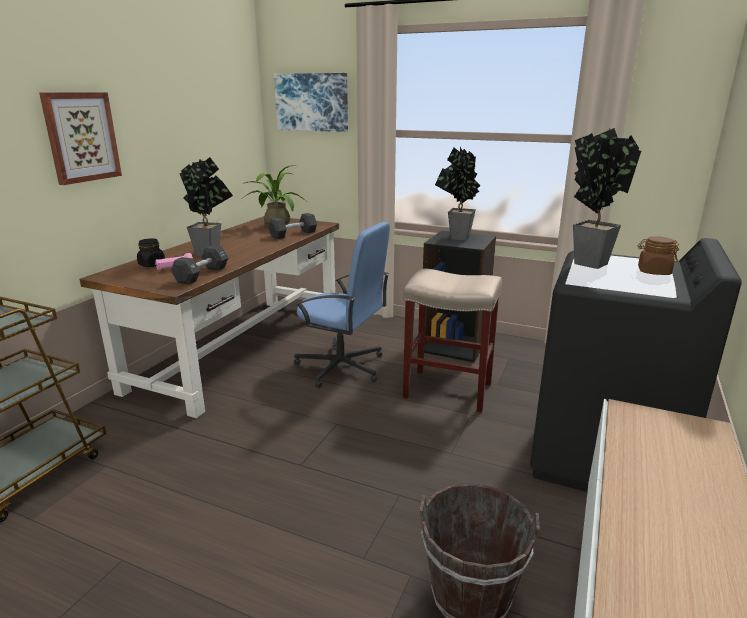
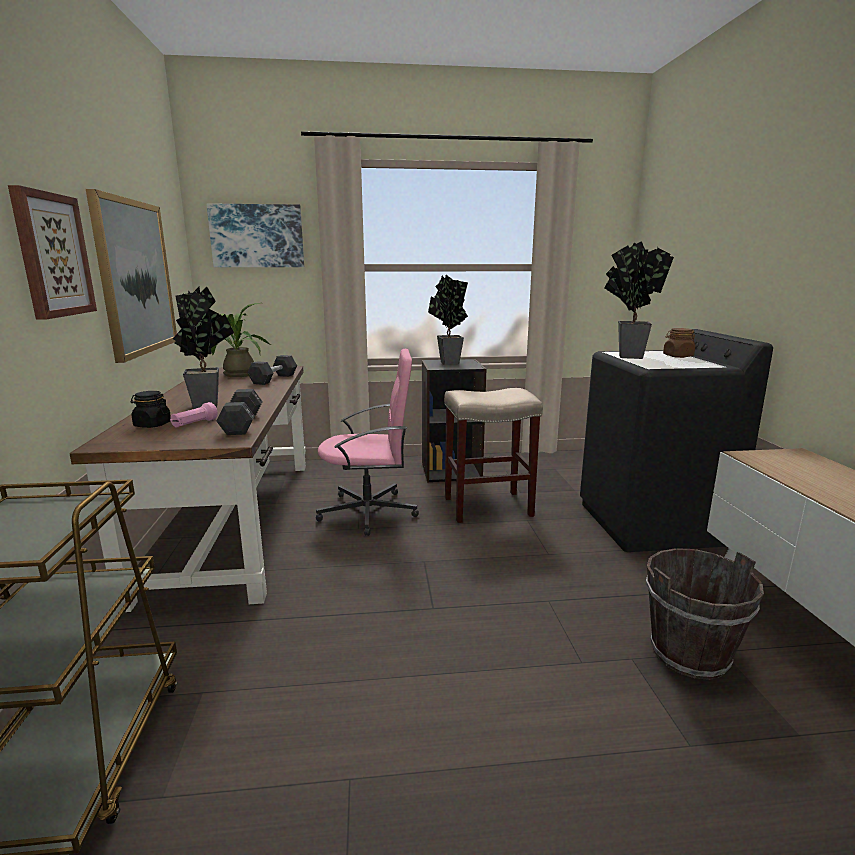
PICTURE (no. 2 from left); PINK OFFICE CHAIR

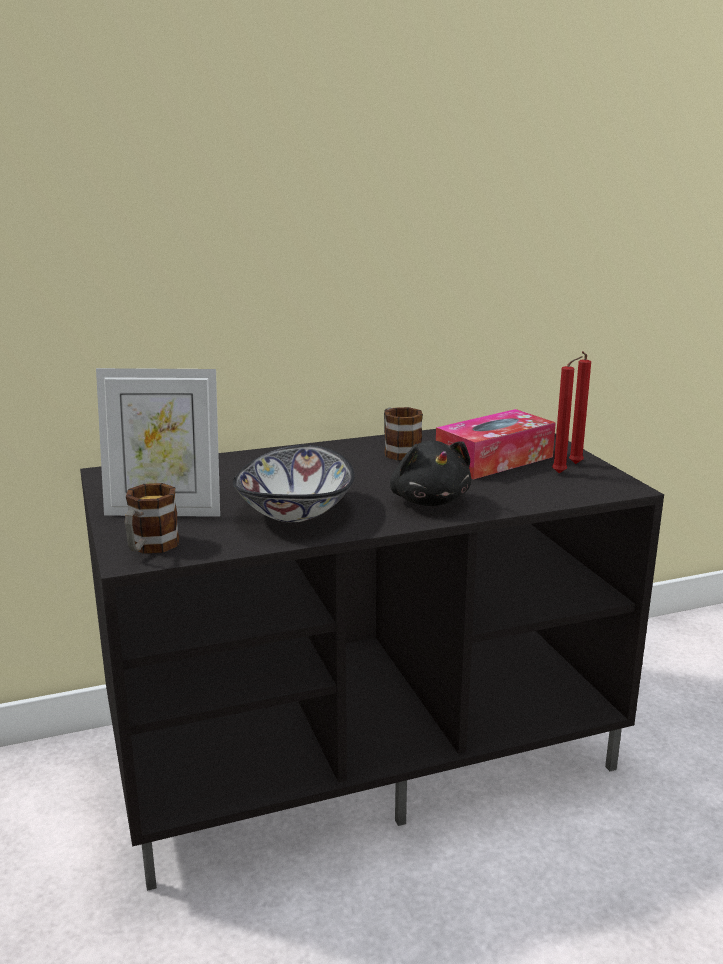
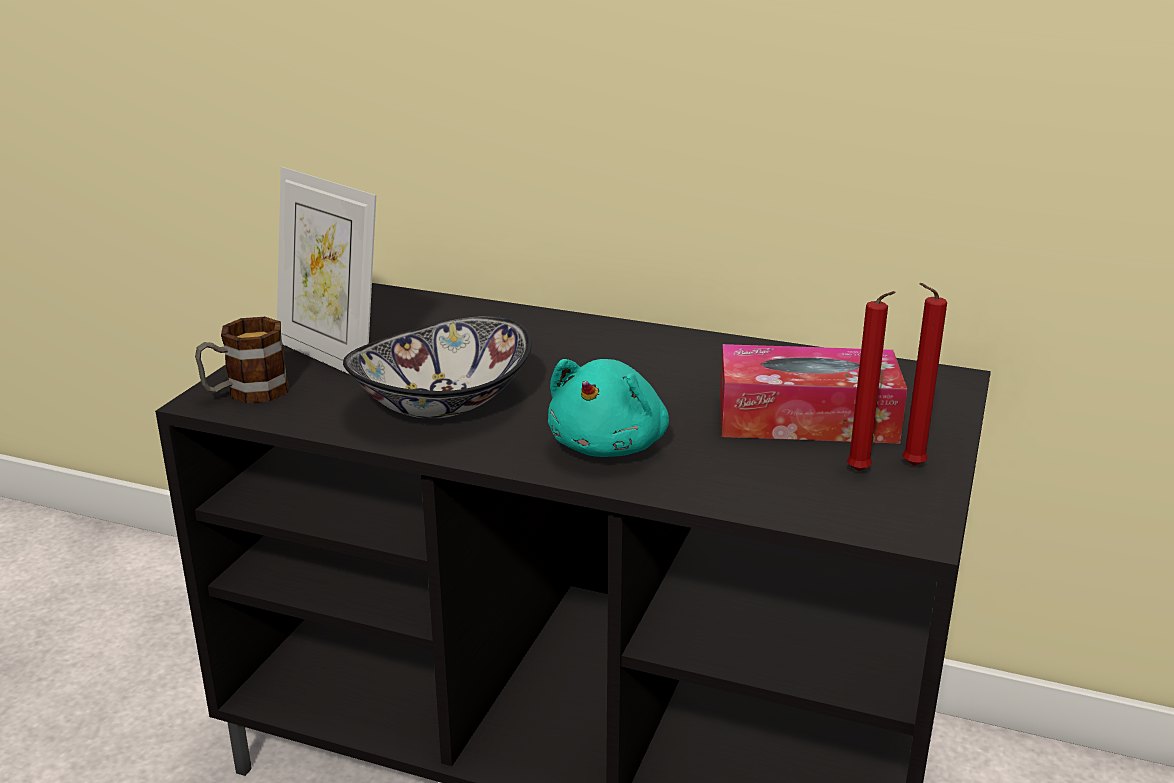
MUG (no. 2 from left in the first image); TURQUOISE PLUSH TOY

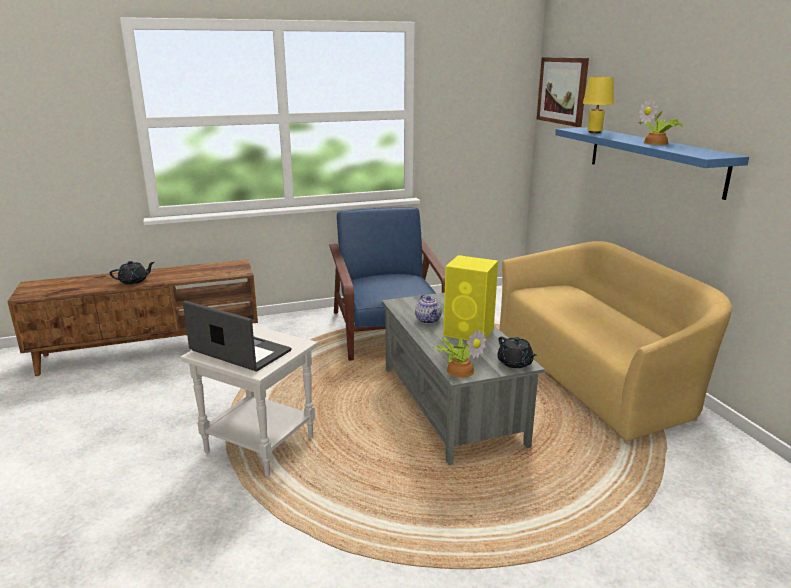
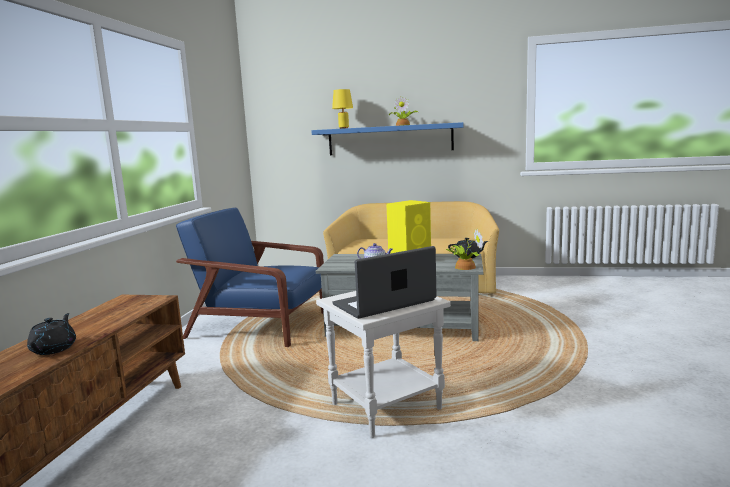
PICTURE

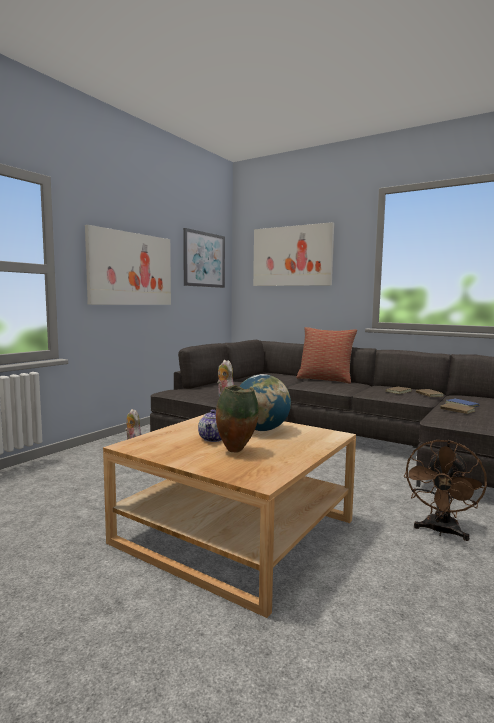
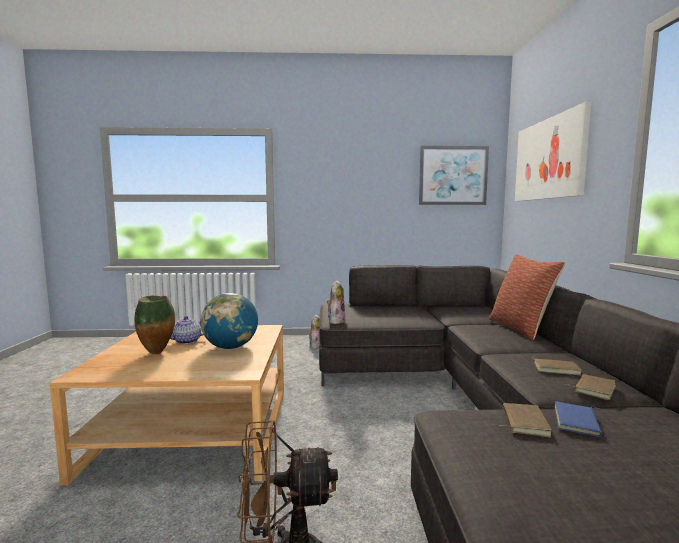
PICTURE (no. 1 from left in the first image)

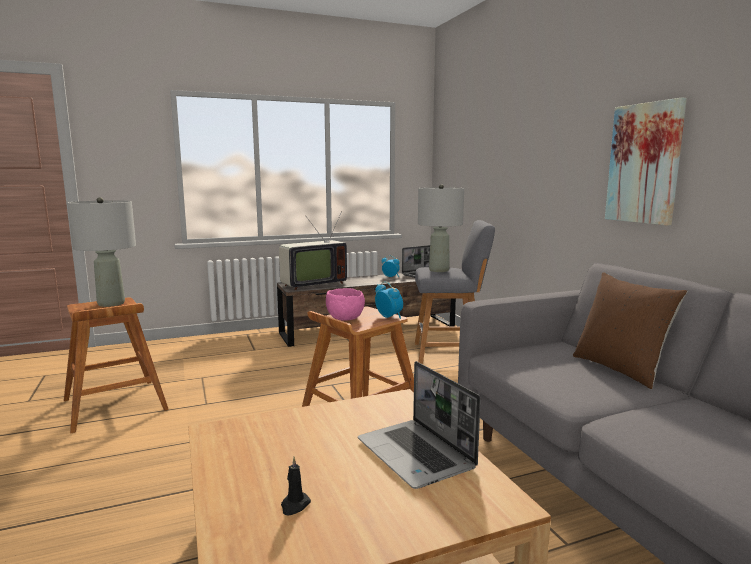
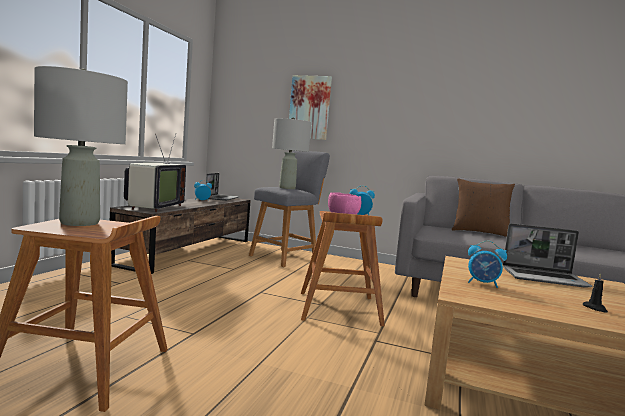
ALARM CLOCK (no. 3 from left); PICTURE

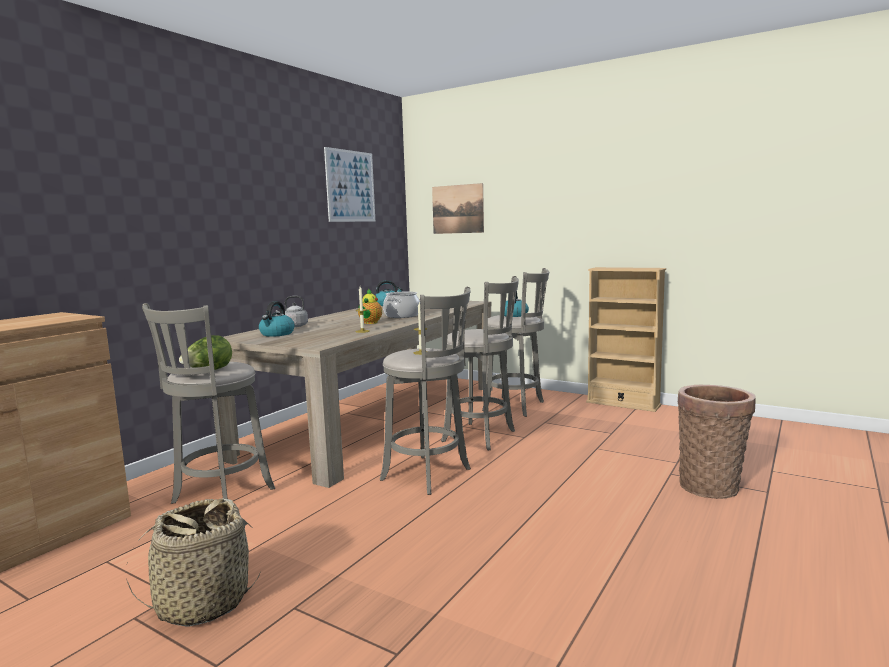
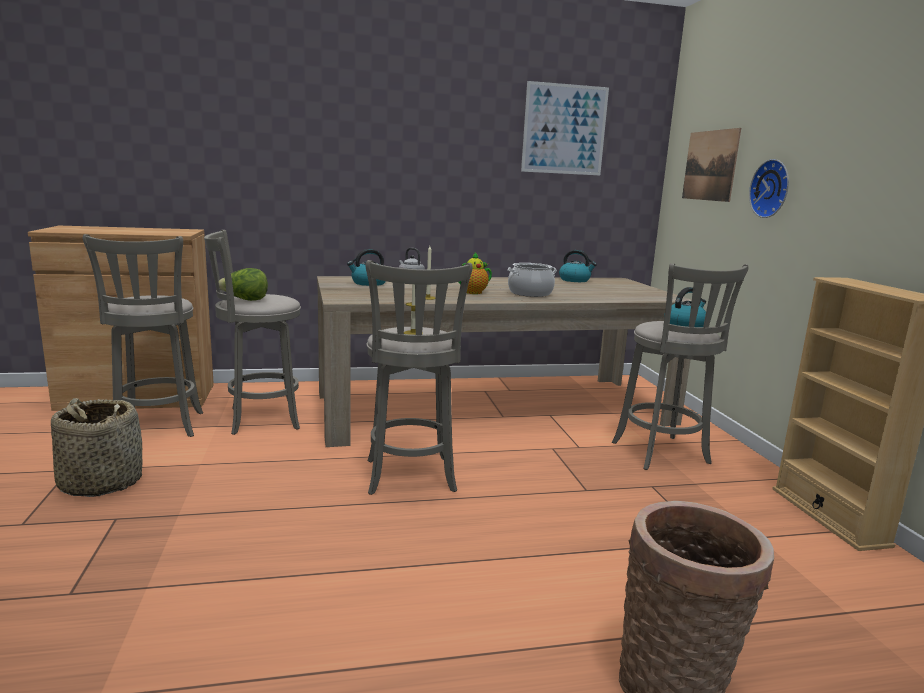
WALL CLOCK; GREY STOOL (no. 1 from left)

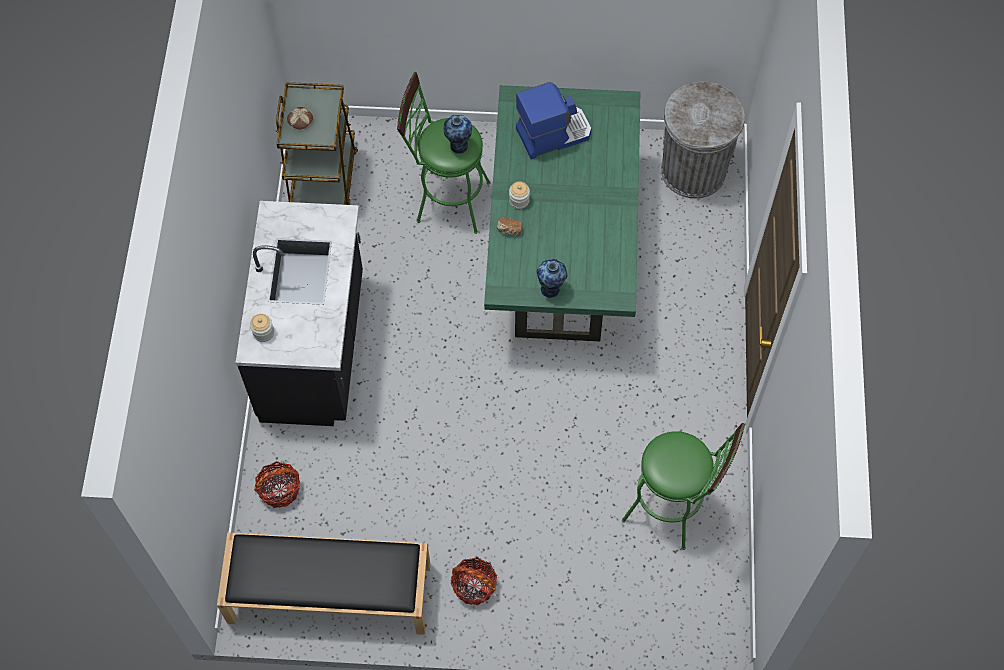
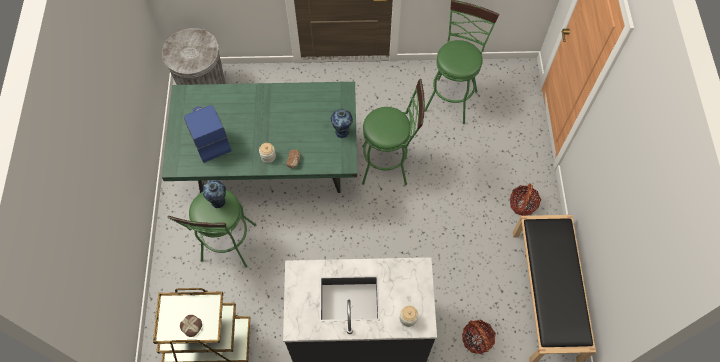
GREEN STOOL (no. 2 from left)

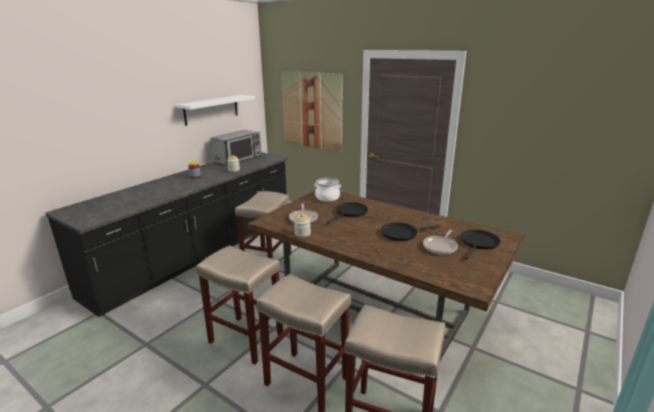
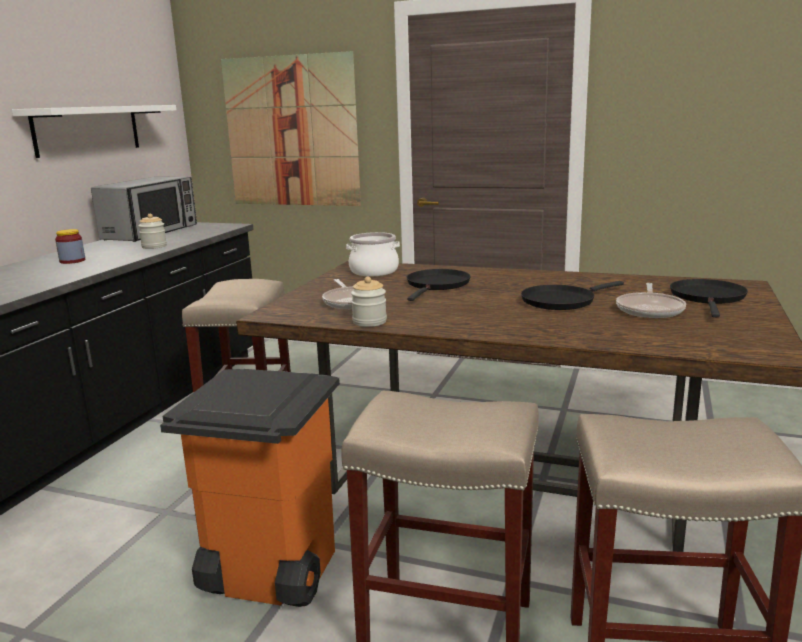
ORANGE TRASH CAN

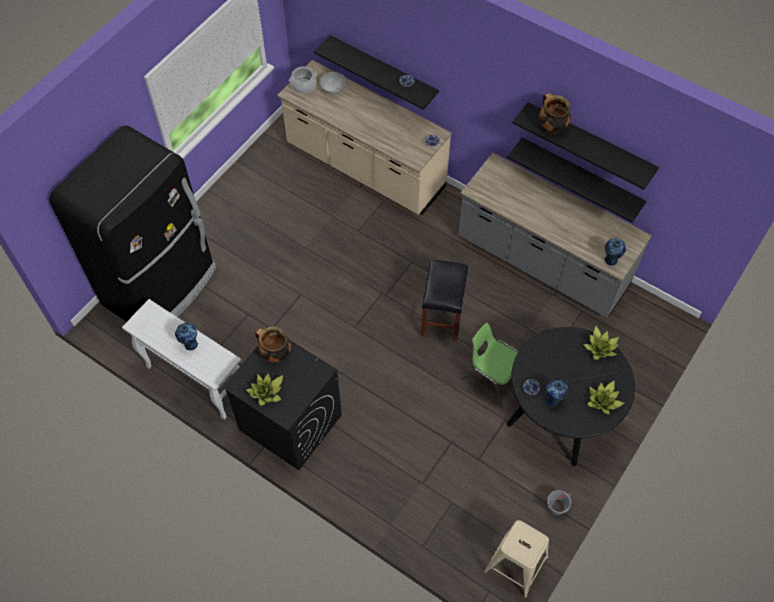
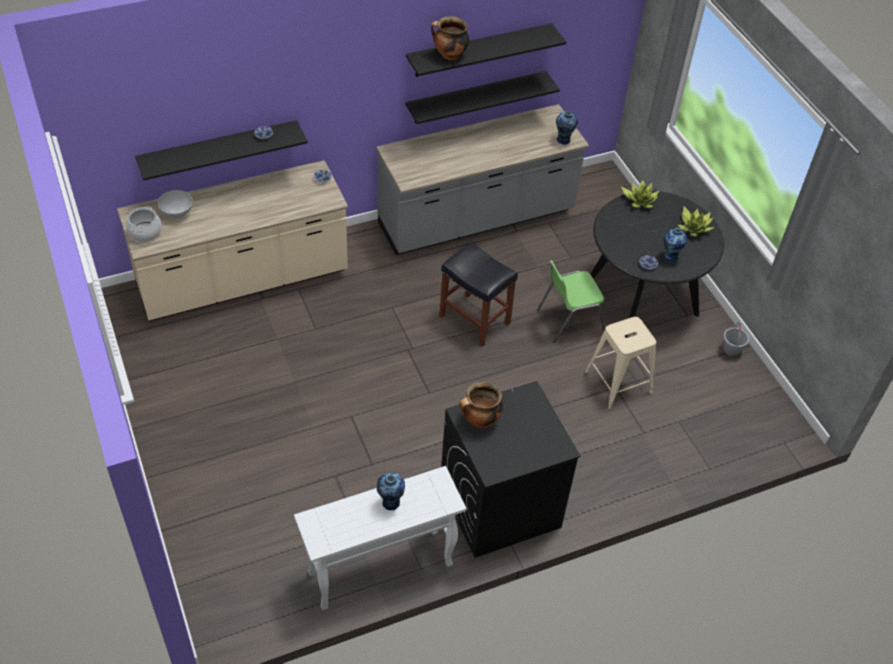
BLACK FRIDGE; POTTED PLANT (no. 1 from left in the first image); BEIGE STOOL

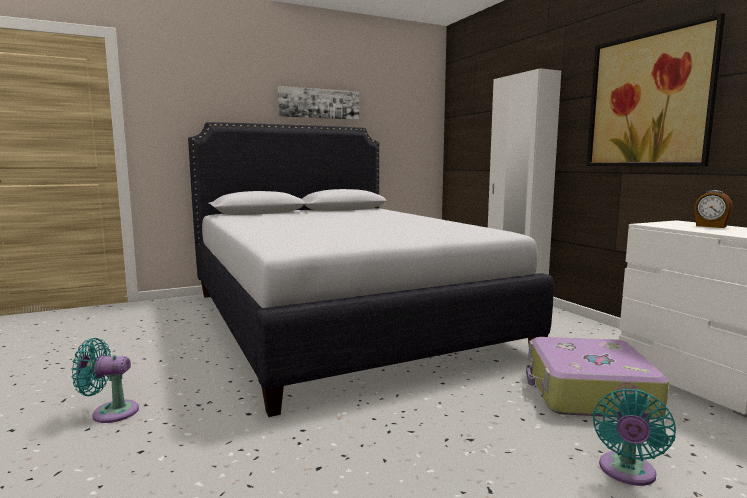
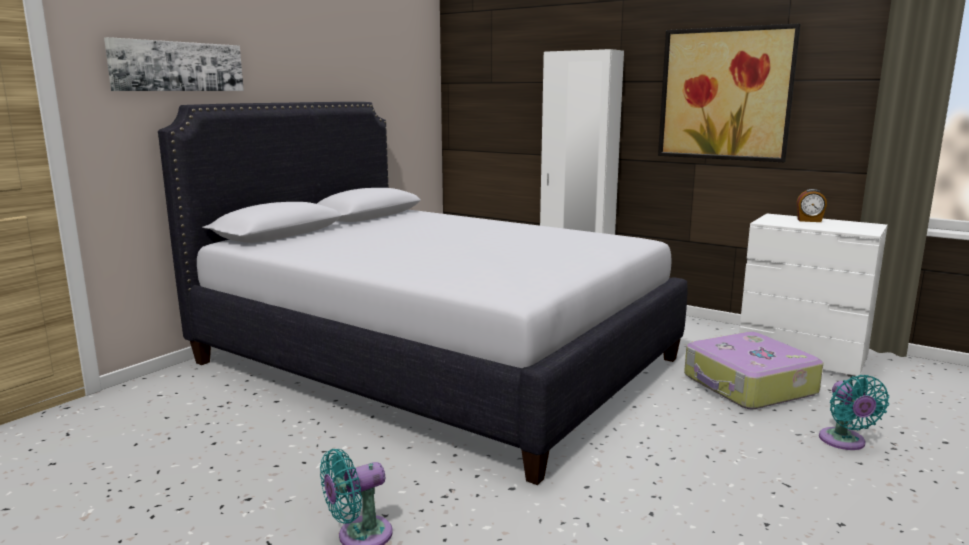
PICTURE (no. 1 from left)

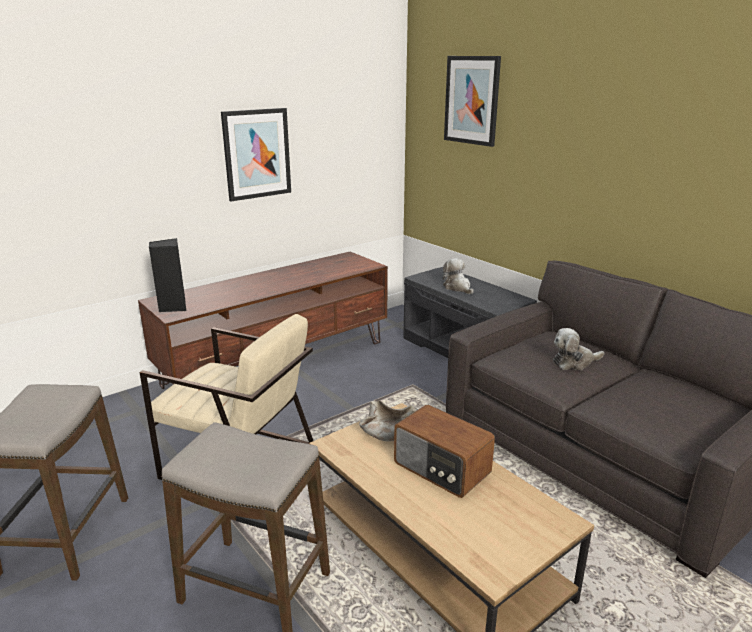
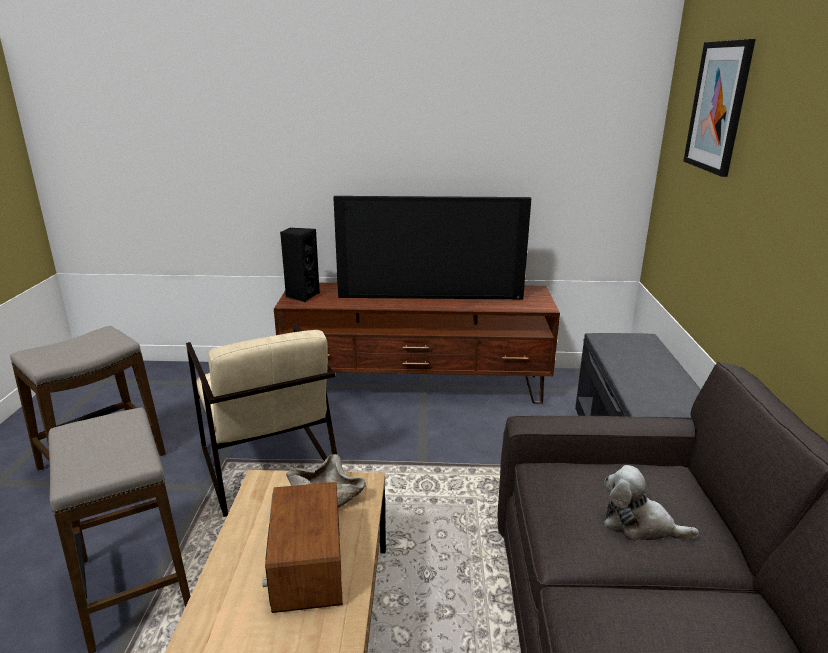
PICTURE (no. 1 from left in the first image); PLUSH TOY (no. 1 from left in the first image); TELEVISION

